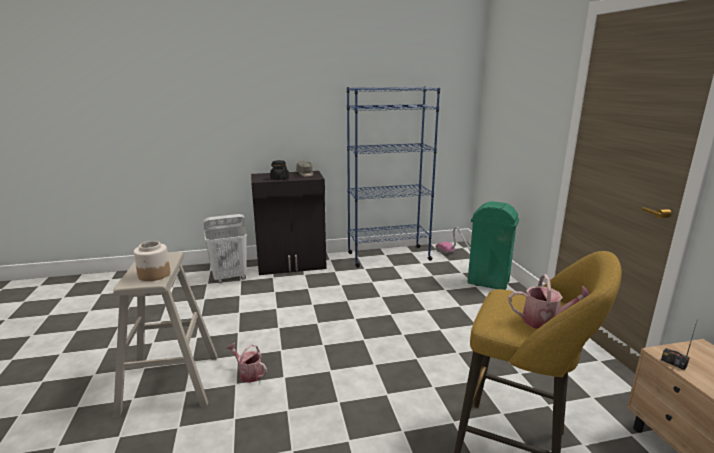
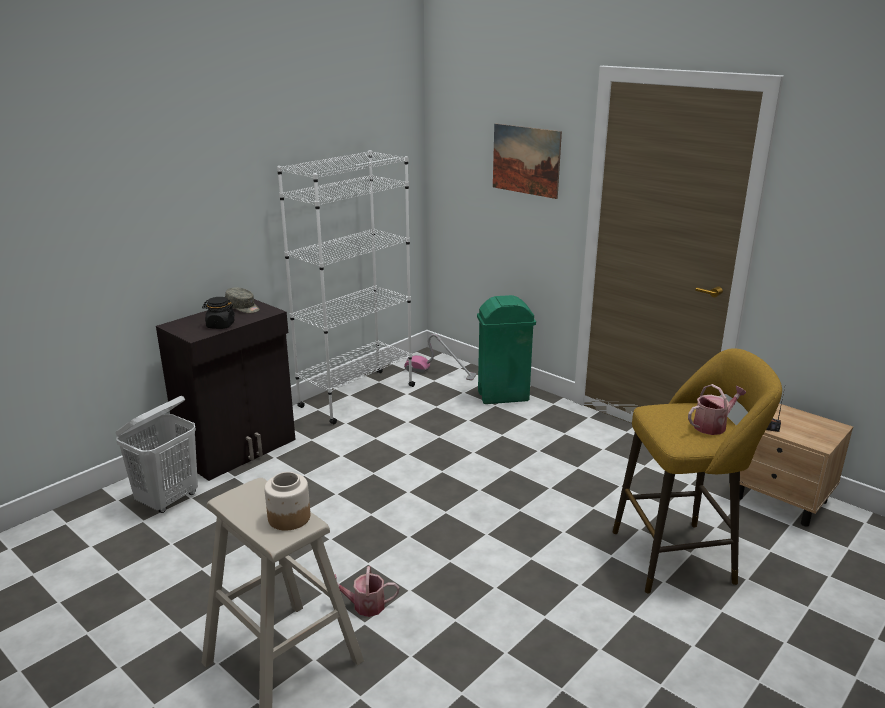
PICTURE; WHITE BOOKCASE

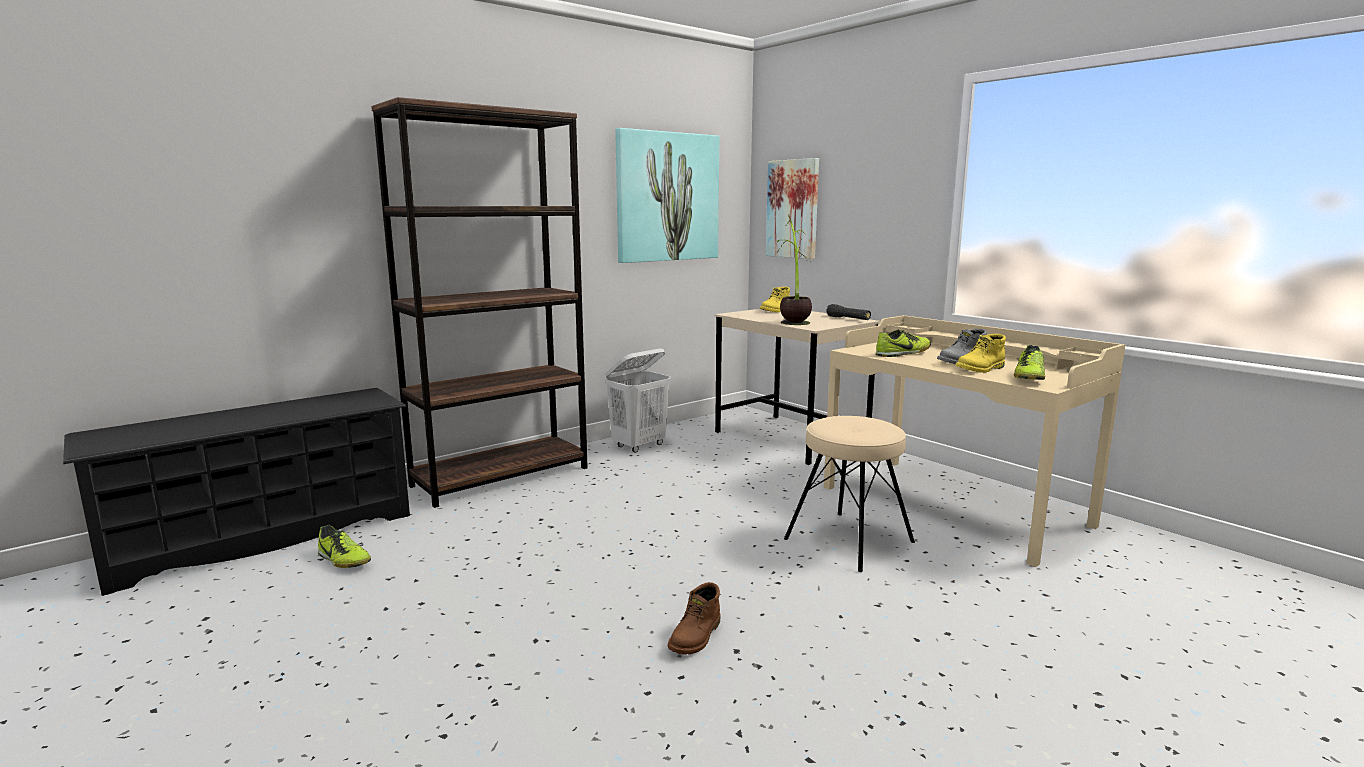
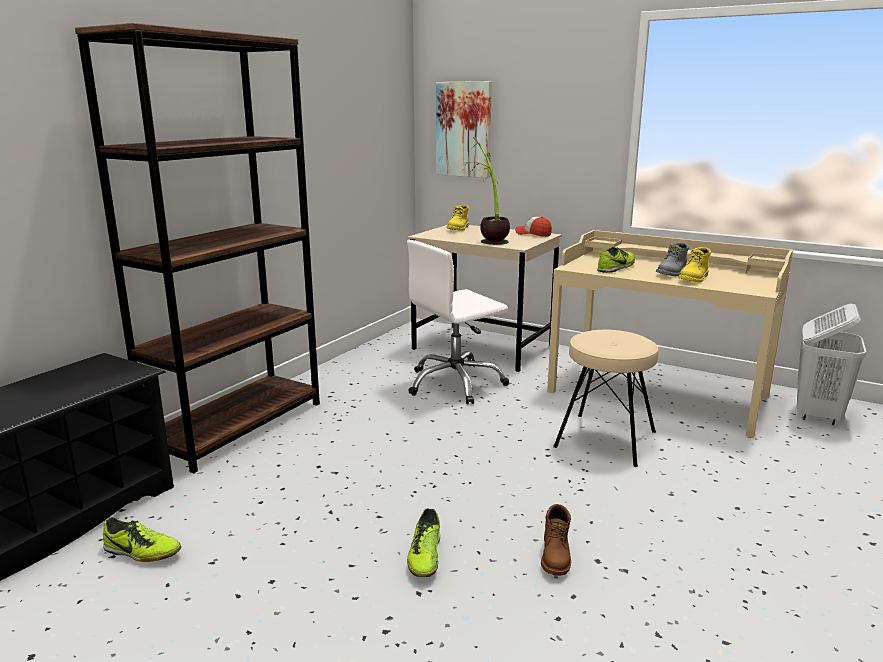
PICTURE (no. 1 from left in the first image); WHITE OFFICE CHAIR; WHITE LAUNDRY BASKET; SHOE (no. 2 from left); CAP

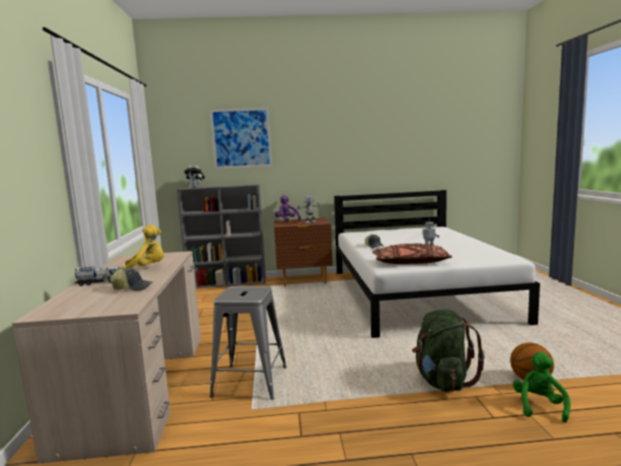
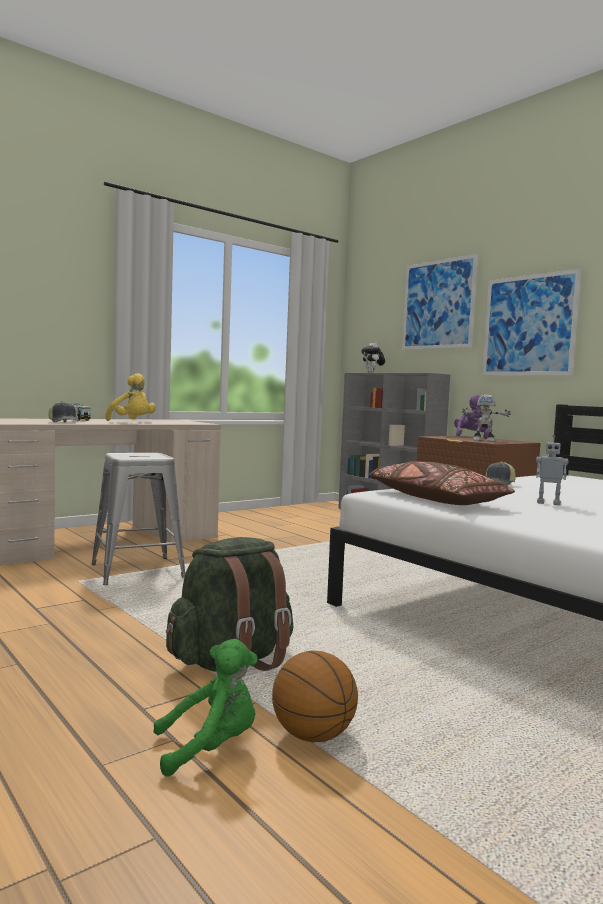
PICTURE (no. 2 from left)

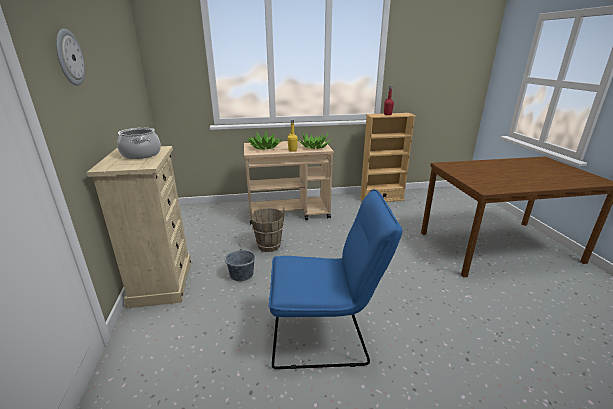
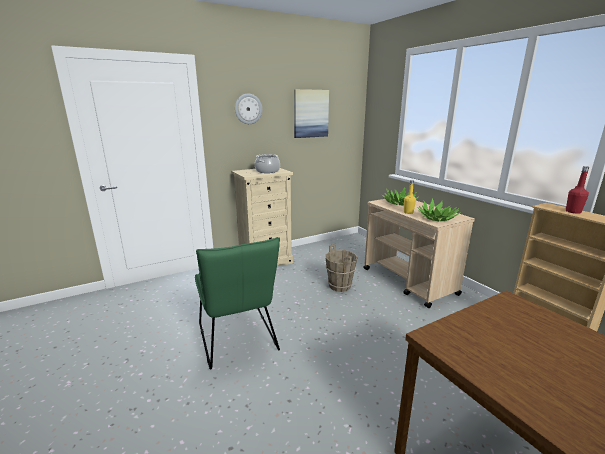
GREY BUCKET; PICTURE; GREEN CHAIR

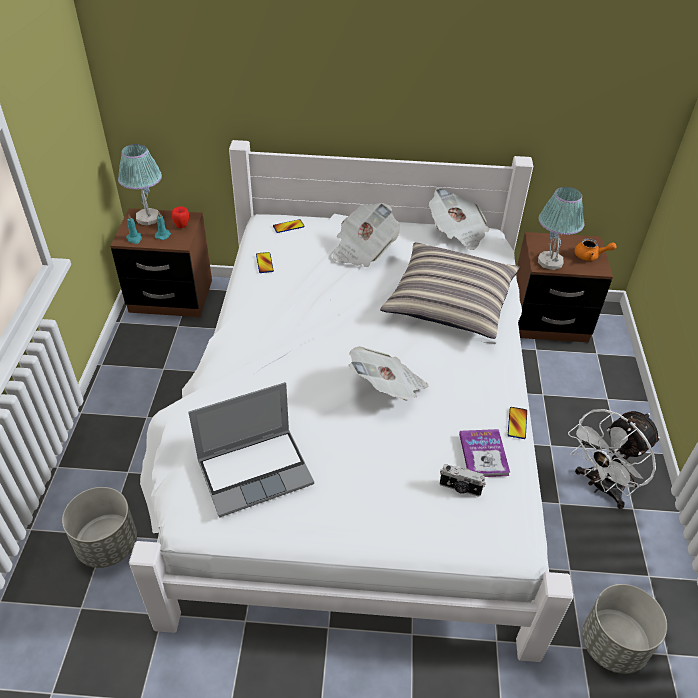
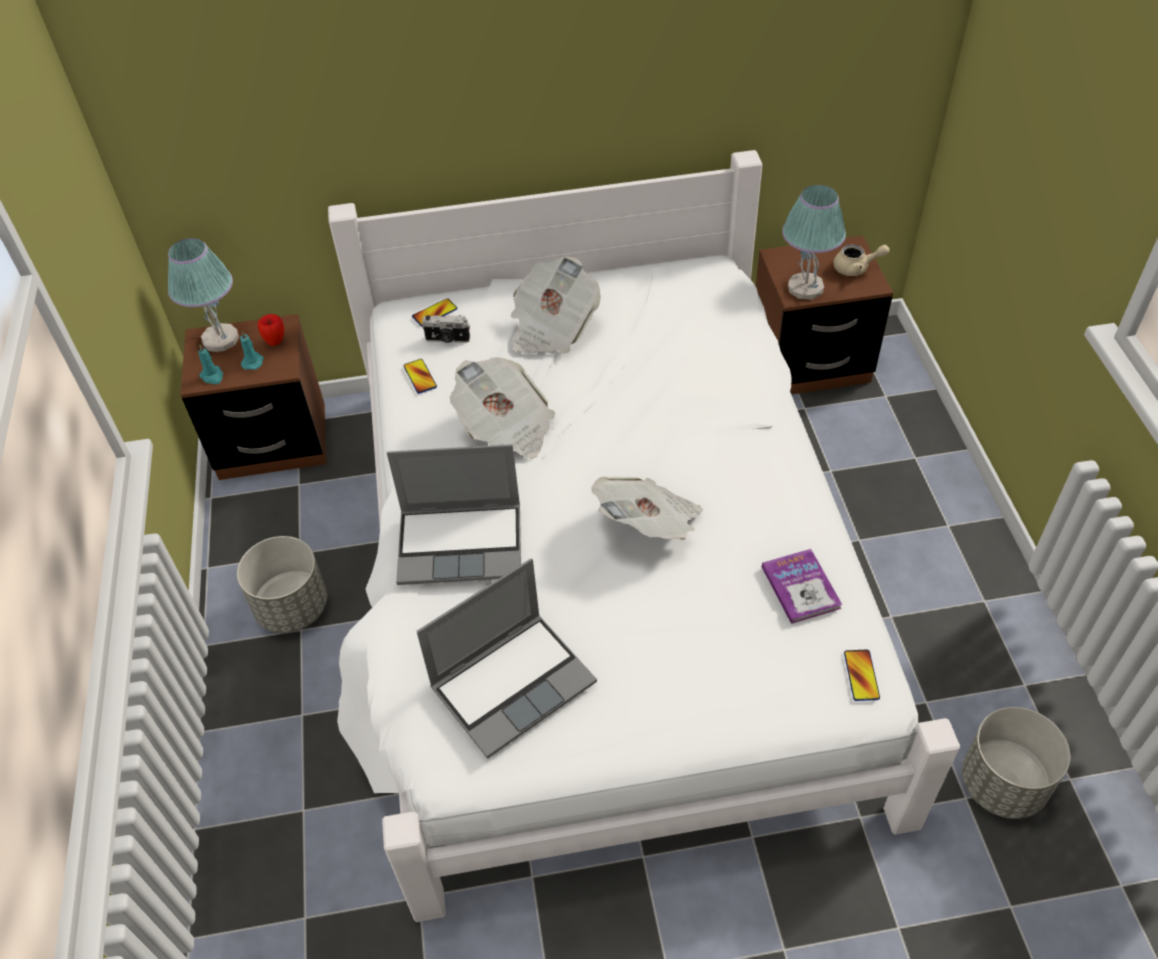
PILLOW; WHITE FAN; LAPTOP (no. 1 from left); GREY PLANTER (no. 1 from left); NEWSPAPER (no. 1 from left); PHOTO CAMERA; PHONE (no. 3 from left); BEIGE TEAPOT

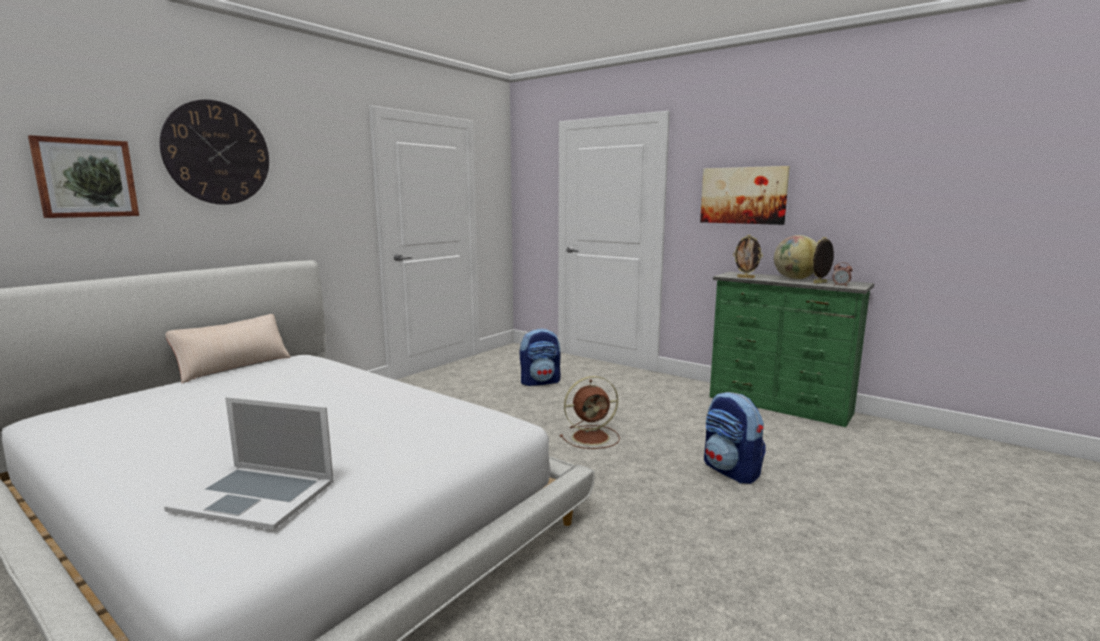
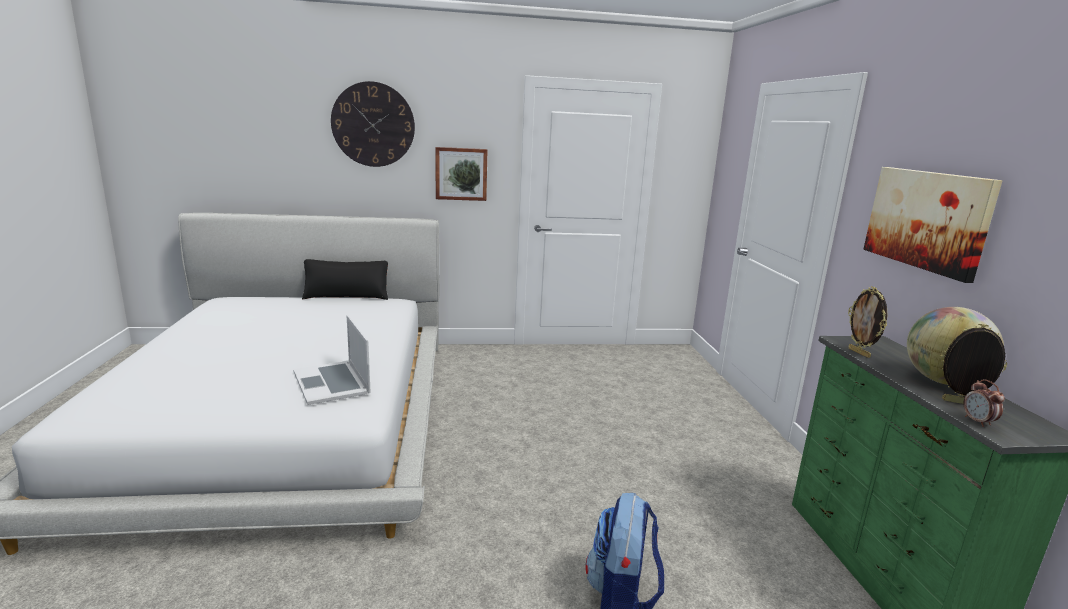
BACKPACK (no. 1 from left in the first image); BROWN FAN; PICTURE (no. 1 from left); LAPTOP; BLACK PILLOW

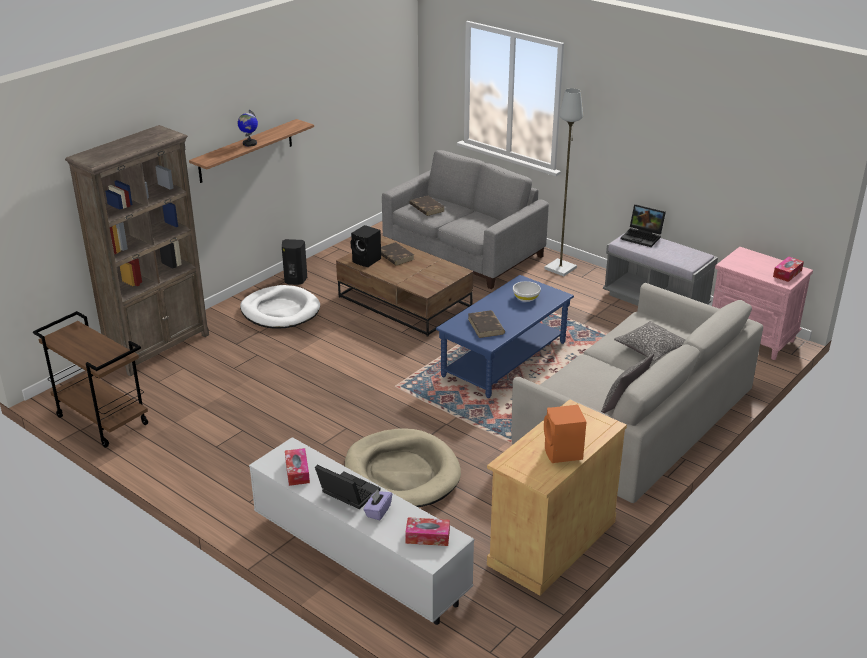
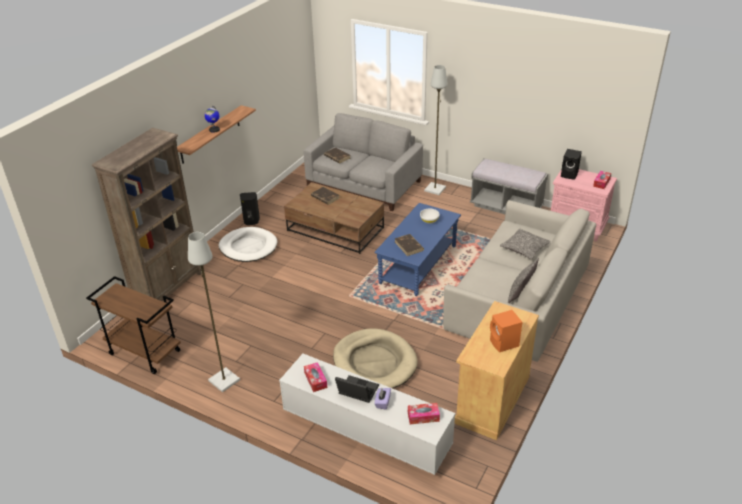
LAPTOP (no. 2 from left in the first image); GREY FLOOR LAMP (no. 1 from left); BLACK SPEAKER (no. 2 from left)

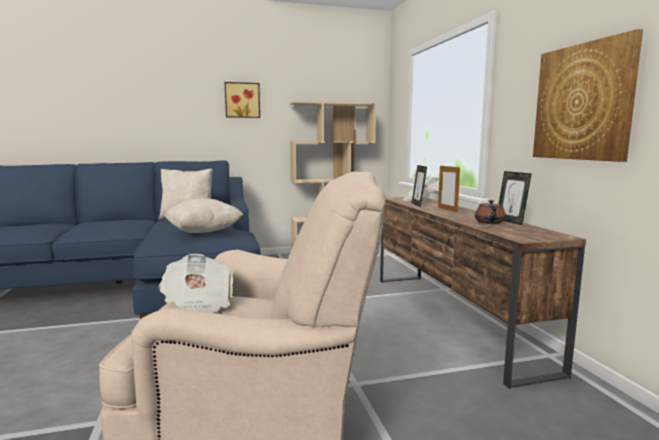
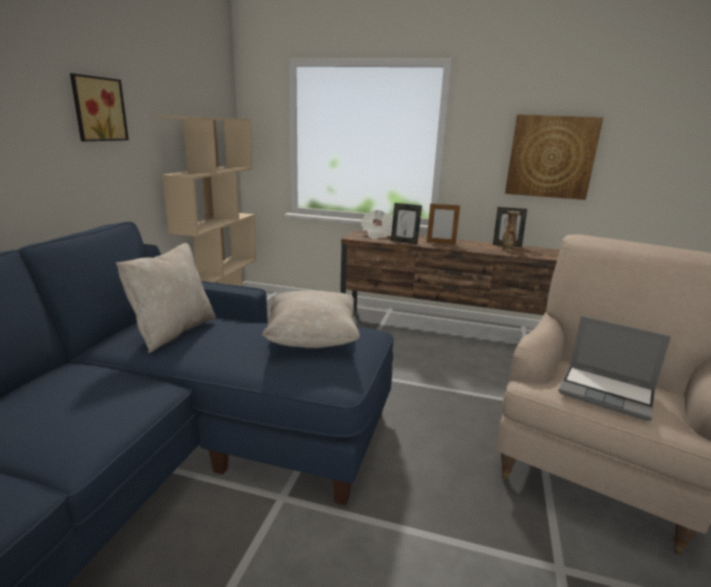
LAPTOP; VASE

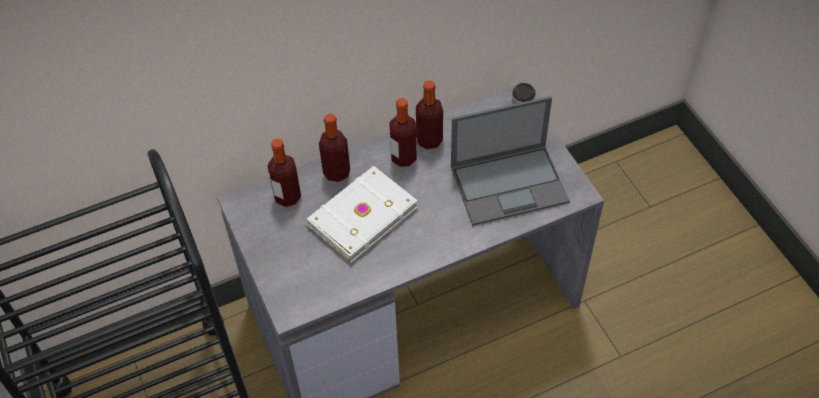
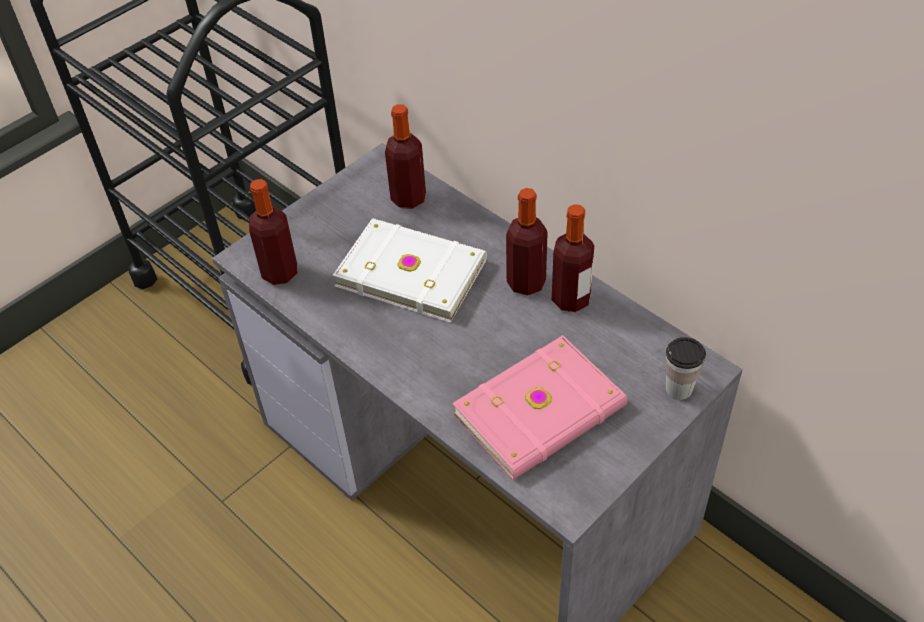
BOTTLE (no. 1 from left); PINK BOOK

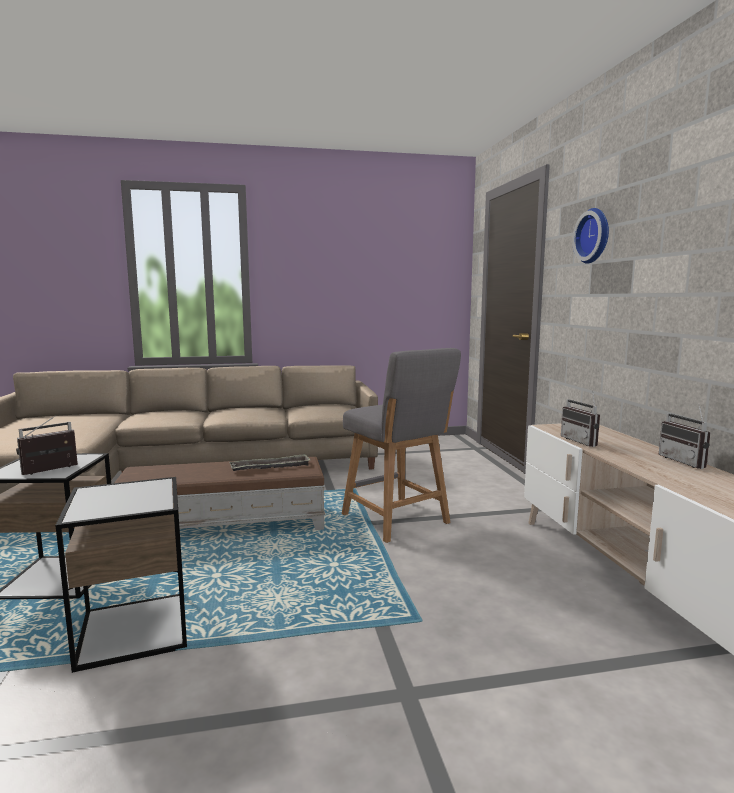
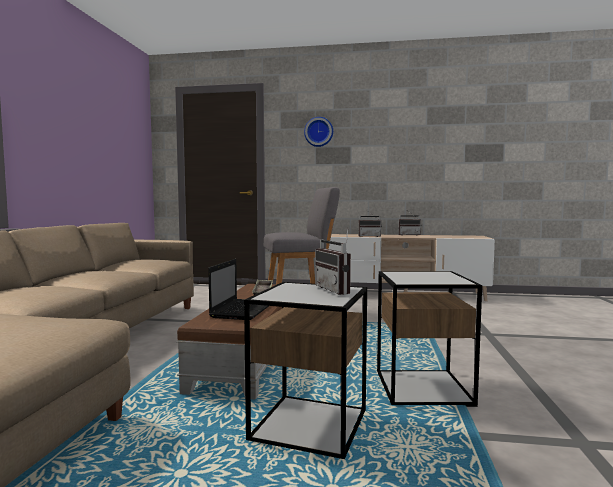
LAPTOP

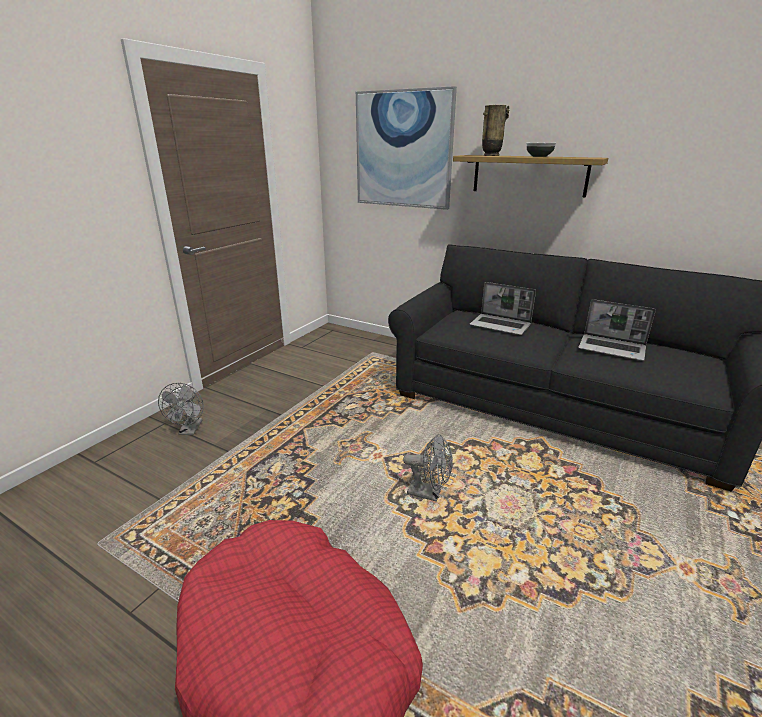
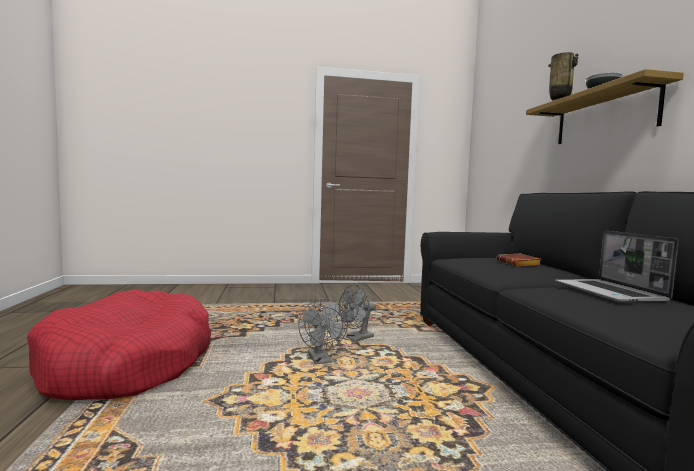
PICTURE; GREY FAN (no. 2 from left); BROWN BOOK

